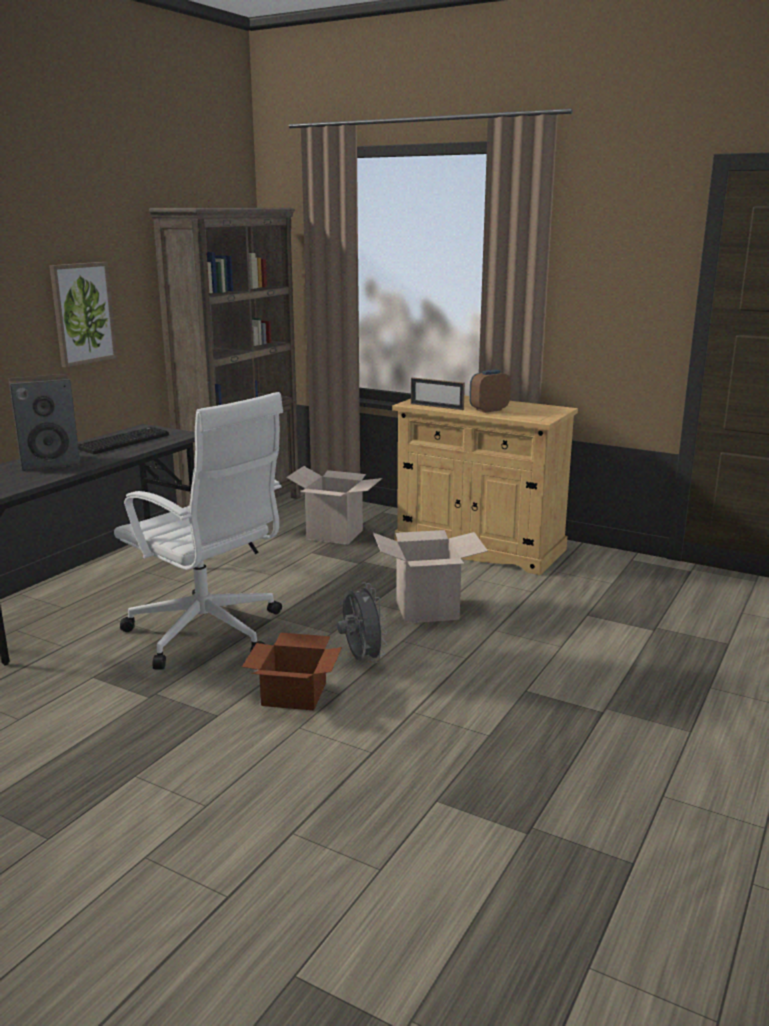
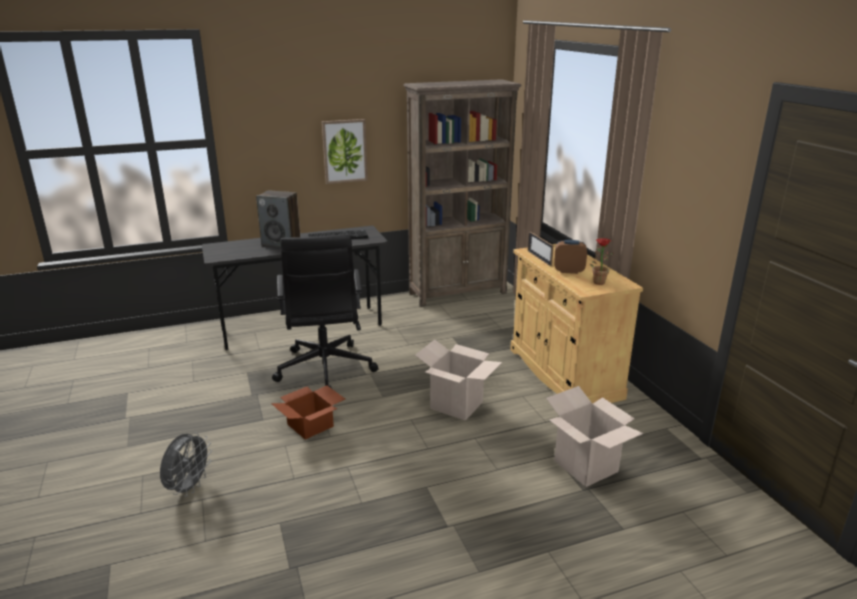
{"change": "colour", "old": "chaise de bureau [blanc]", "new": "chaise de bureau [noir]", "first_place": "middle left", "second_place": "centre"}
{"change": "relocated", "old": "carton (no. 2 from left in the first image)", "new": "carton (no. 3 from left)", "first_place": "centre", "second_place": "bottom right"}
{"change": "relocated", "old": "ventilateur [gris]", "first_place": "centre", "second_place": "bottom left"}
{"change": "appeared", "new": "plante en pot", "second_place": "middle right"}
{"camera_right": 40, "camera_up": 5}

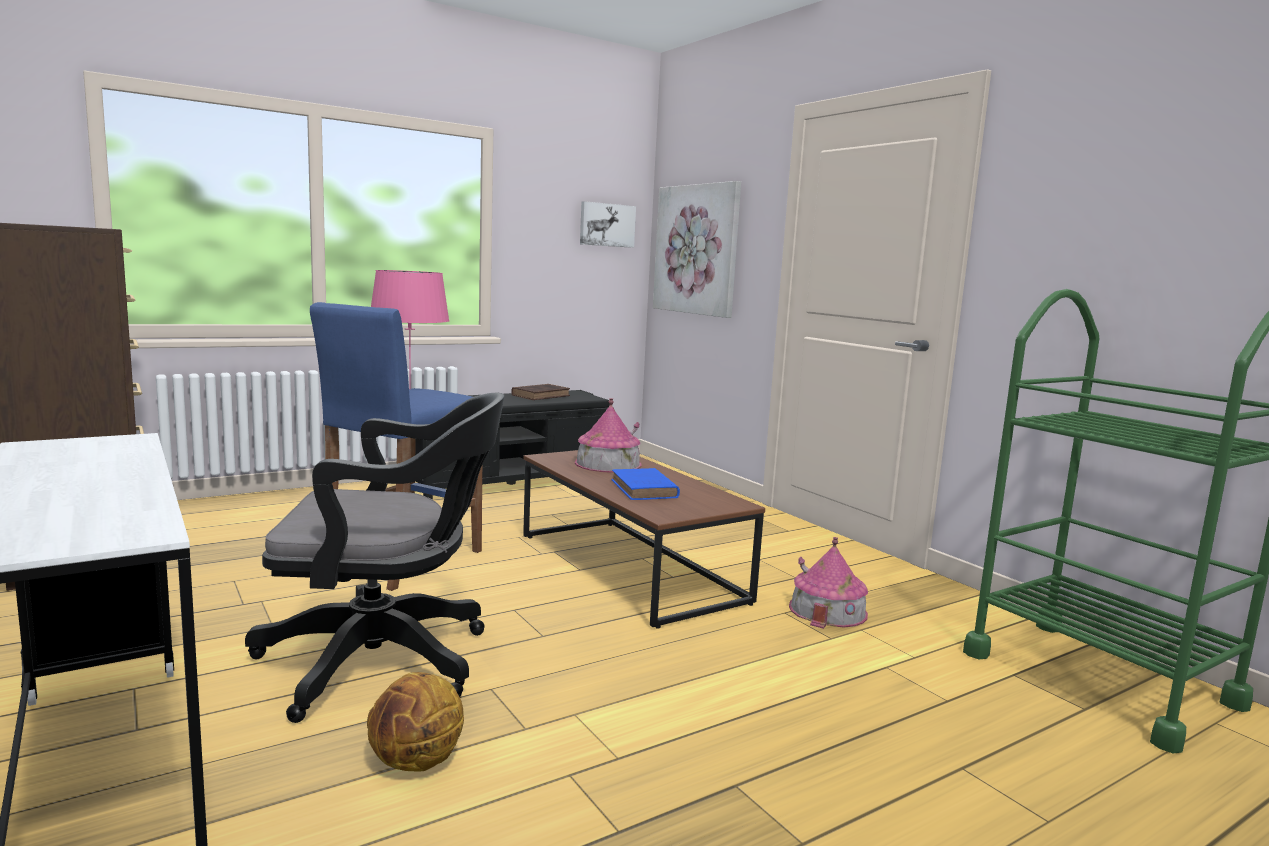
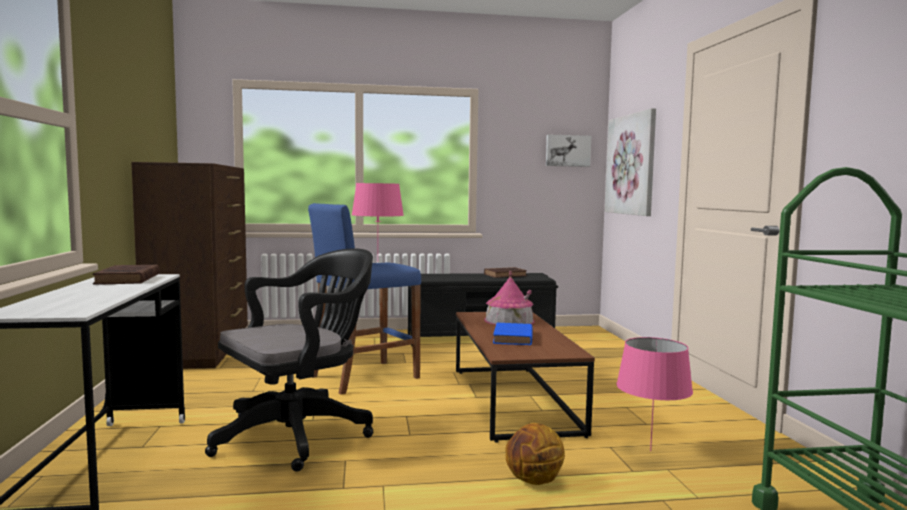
{"change": "spun", "old": "chaise de bureau [noir]", "first_place": "middle left", "second_place": "bottom left", "degrees": -60}
{"change": "relocated", "old": "ballon de basket", "first_place": "bottom left", "second_place": "bottom centre"}
{"change": "exchanged", "old": "maison miniature (no. 2 from left)", "new": "lampe de table [rose] (no. 2 from left)", "first_place": "bottom centre", "second_place": "bottom right"}
{"change": "appeared", "new": "livre [marron] (no. 1 from left)", "second_place": "middle left"}
{"camera_right": 25, "camera_up": -5}

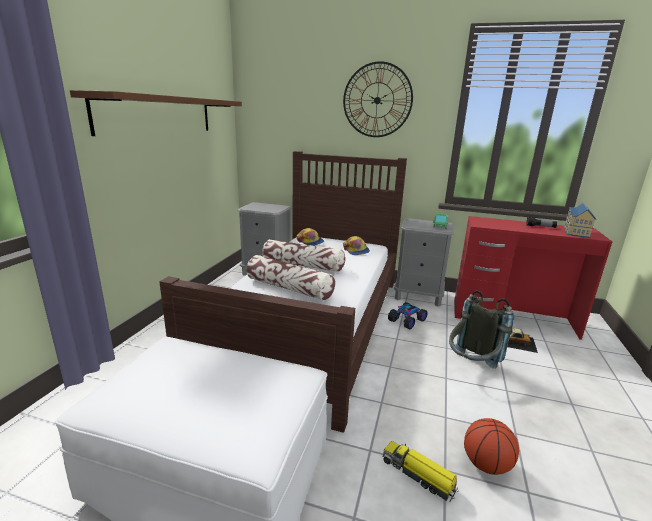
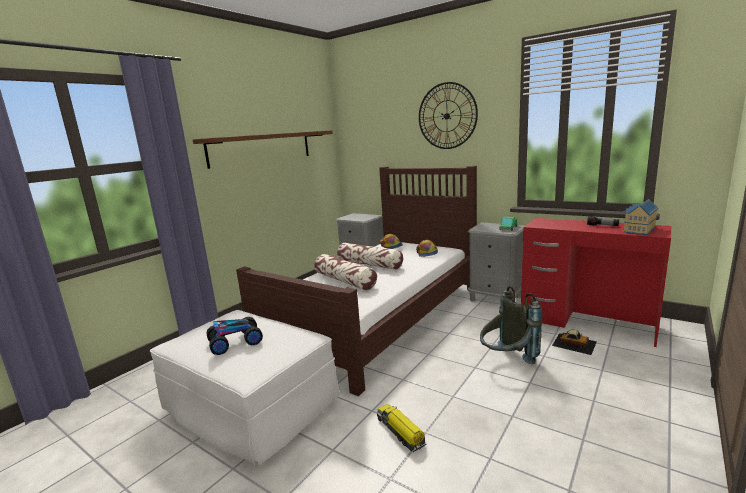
{"change": "relocated", "old": "petite voiture (no. 1 from left)", "first_place": "centre", "second_place": "bottom left"}
{"change": "missing", "old": "ballon de basket", "first_place": "bottom right"}
{"camera_right": 20, "camera_up": -5}

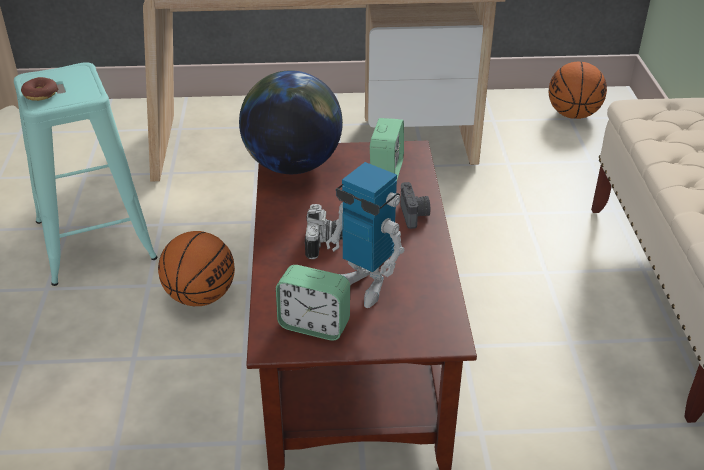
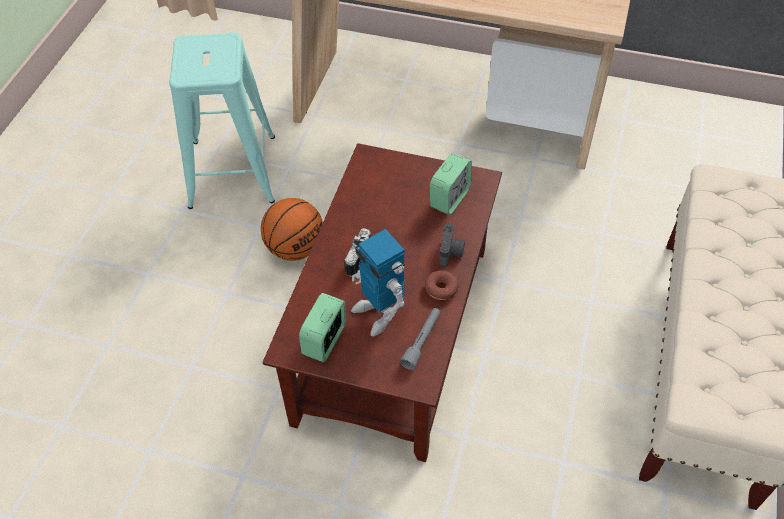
{"change": "relocated", "old": "beignet", "first_place": "top left", "second_place": "centre"}
{"change": "missing", "old": "globe", "first_place": "top centre"}
{"change": "spun", "old": "réveil (no. 1 from left)", "first_place": "centre", "second_place": "centre", "degrees": 75}
{"change": "missing", "old": "ballon de basket (no. 2 from left)", "first_place": "top right"}
{"change": "appeared", "new": "lampe de poche [gris]", "second_place": "centre"}
{"camera_right": 20, "camera_up": 15}

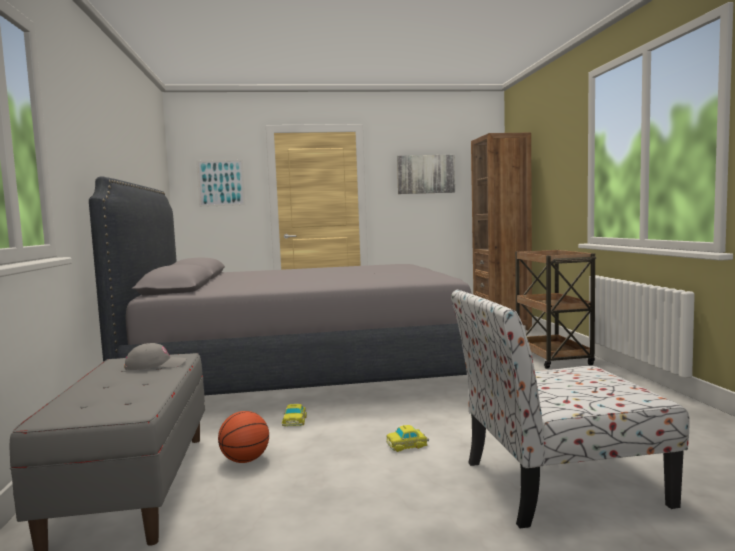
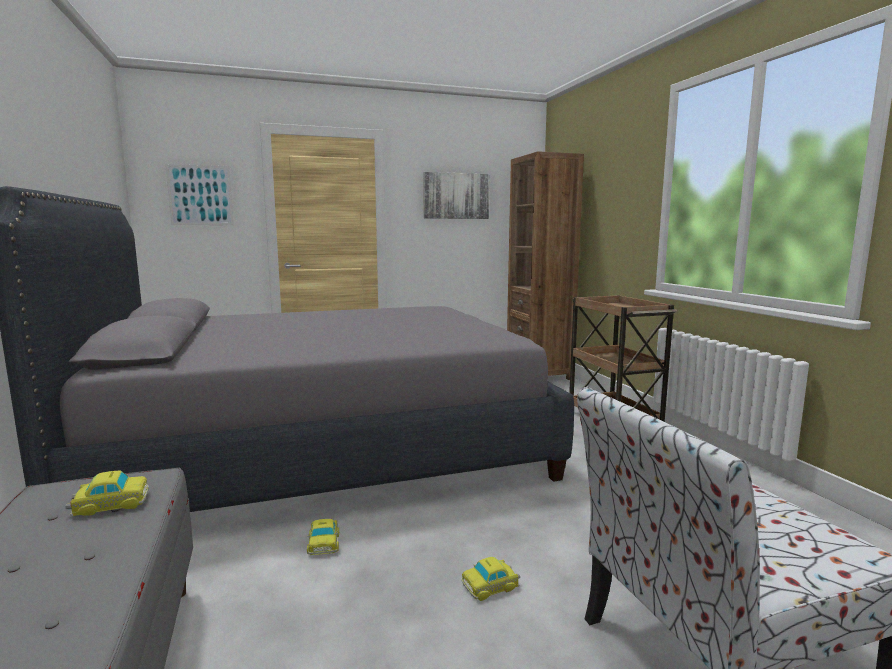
{"change": "exchanged", "old": "casquette [gris]", "new": "petite voiture (no. 1 from left)", "first_place": "middle left", "second_place": "bottom left"}
{"change": "missing", "old": "ballon de basket", "first_place": "bottom left"}
{"camera_right": -10, "camera_up": 5}

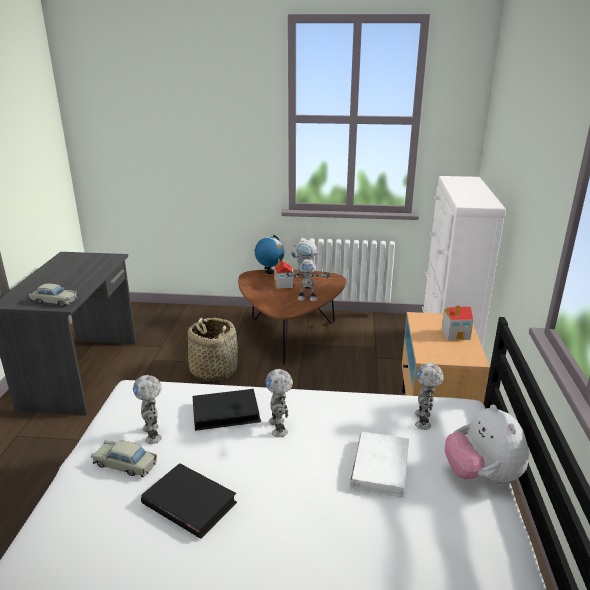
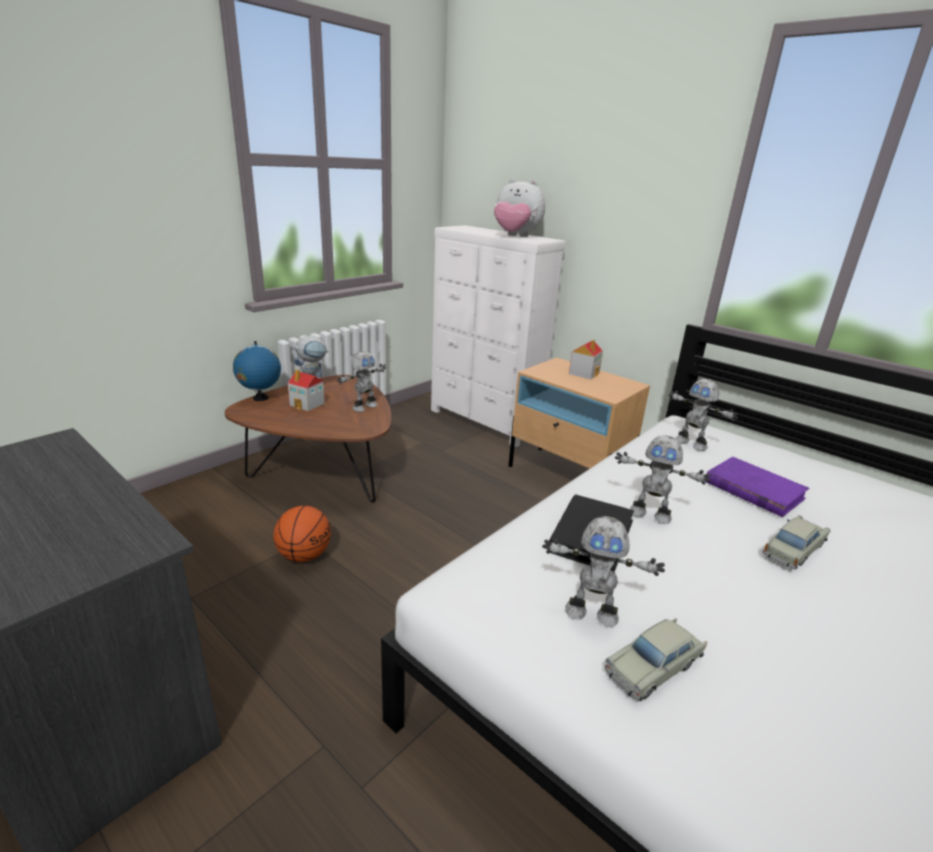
{"change": "relocated", "old": "petite voiture [beige] (no. 1 from left in the first image)", "new": "petite voiture [beige] (no. 2 from left)", "first_place": "middle left", "second_place": "middle right"}
{"change": "missing", "old": "livre [noir] (no. 1 from left)", "first_place": "bottom left"}
{"change": "exchanged", "old": "panier", "new": "ballon de basket", "first_place": "centre", "second_place": "middle left"}
{"change": "colour", "old": "livre [blanc]", "new": "livre [violet]", "first_place": "bottom centre", "second_place": "middle right"}
{"change": "relocated", "old": "peluche", "first_place": "bottom right", "second_place": "top centre"}
{"camera_right": -55, "camera_up": 0}

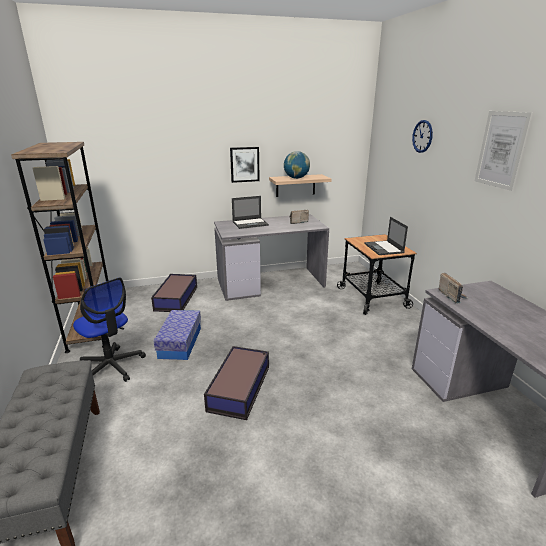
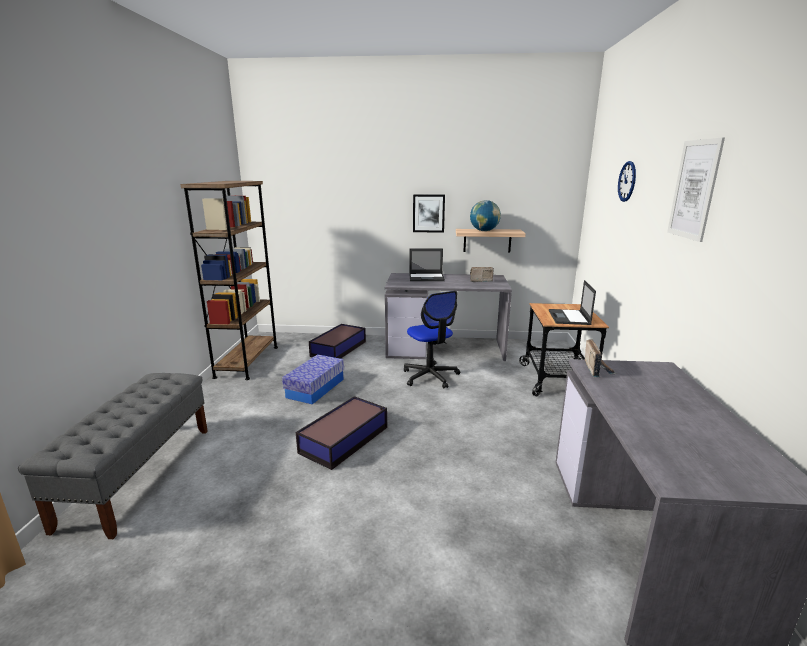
{"change": "relocated", "old": "chaise de bureau", "first_place": "middle left", "second_place": "centre"}
{"camera_right": 20, "camera_up": -5}

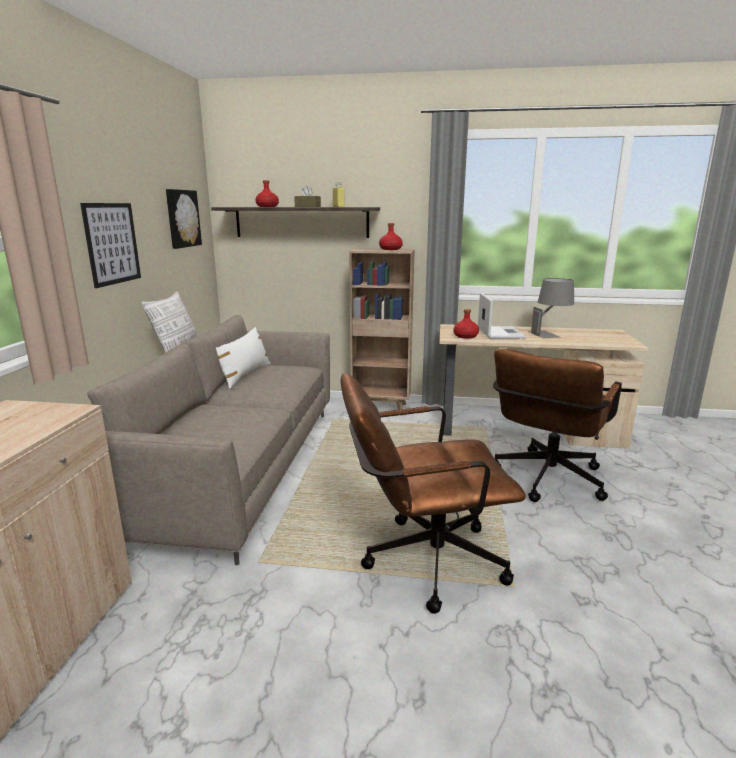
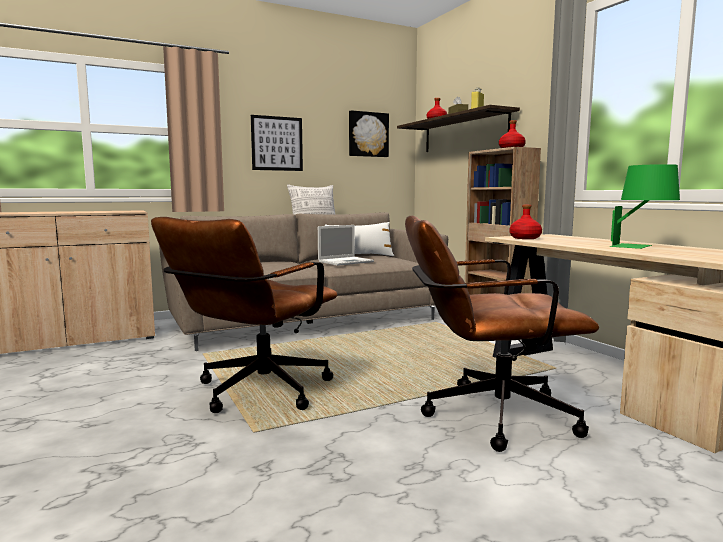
{"change": "spun", "old": "chaise de bureau [marron] (no. 1 from left)", "first_place": "centre", "second_place": "centre", "degrees": -105}
{"change": "relocated", "old": "ordinateur portable", "first_place": "middle right", "second_place": "centre"}
{"change": "colour", "old": "lampe de table [gris]", "new": "lampe de table [vert]", "first_place": "middle right", "second_place": "middle right"}
{"camera_right": 55, "camera_up": -10}

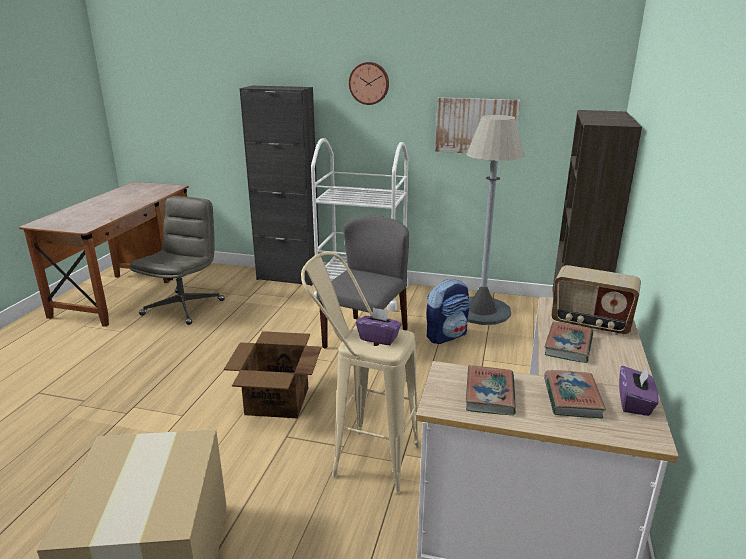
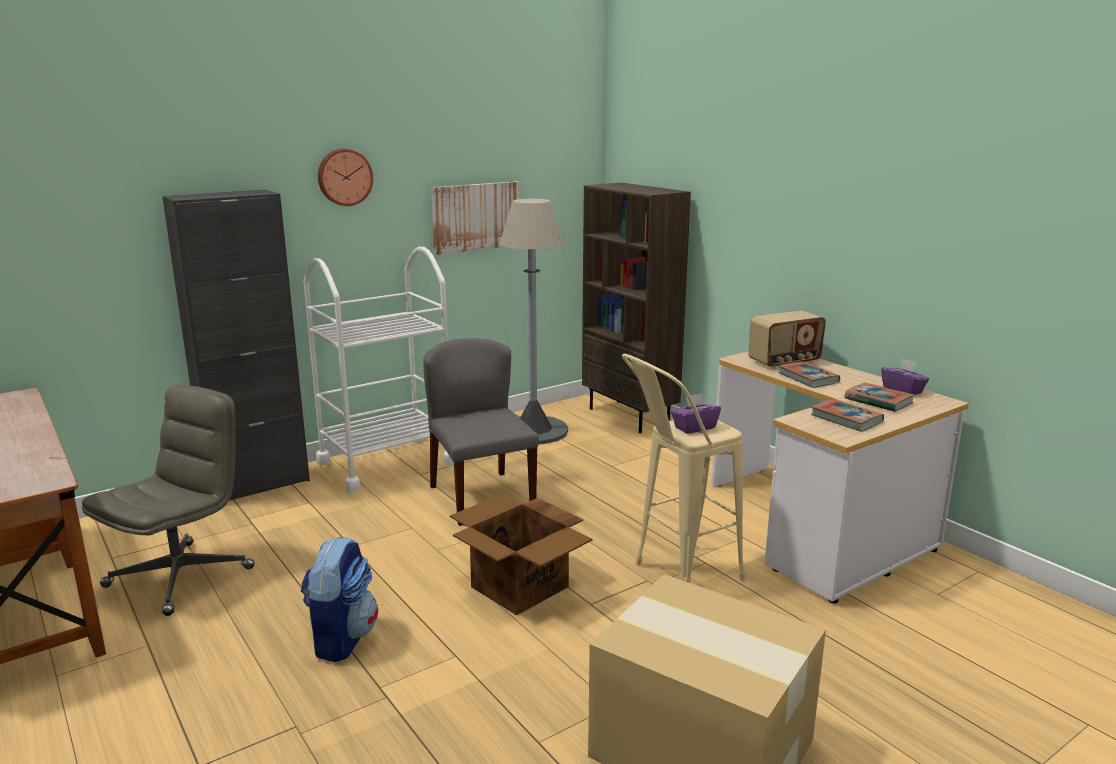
{"change": "spun", "old": "chaise de bureau [gris]", "first_place": "middle left", "second_place": "middle left", "degrees": 60}
{"change": "relocated", "old": "sac à dos", "first_place": "centre", "second_place": "bottom left"}
{"camera_right": -50, "camera_up": -5}

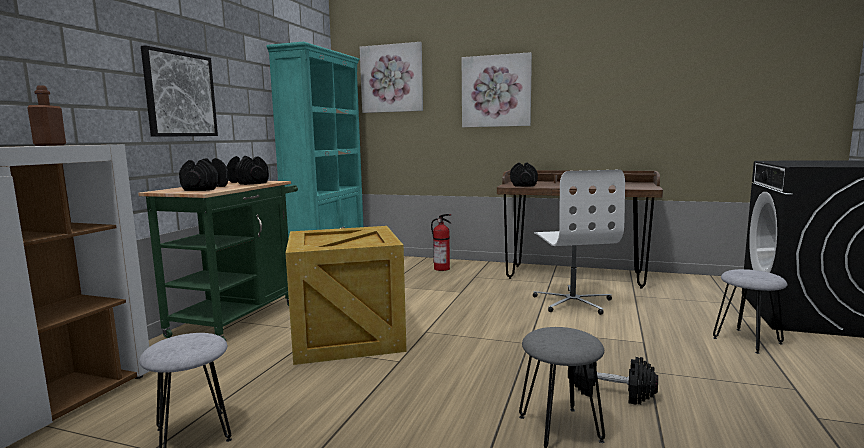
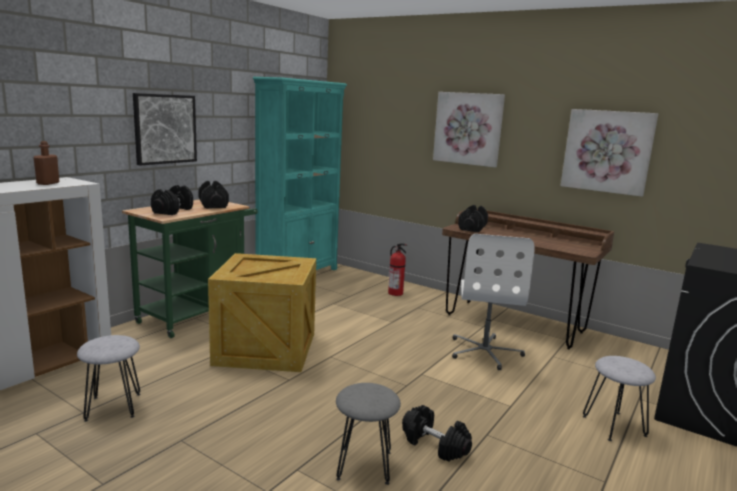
{"change": "relocated", "old": "tableau (no. 2 from left in the first image)", "new": "tableau (no. 3 from left)", "first_place": "top centre", "second_place": "top right"}
{"camera_right": 15, "camera_up": 5}

